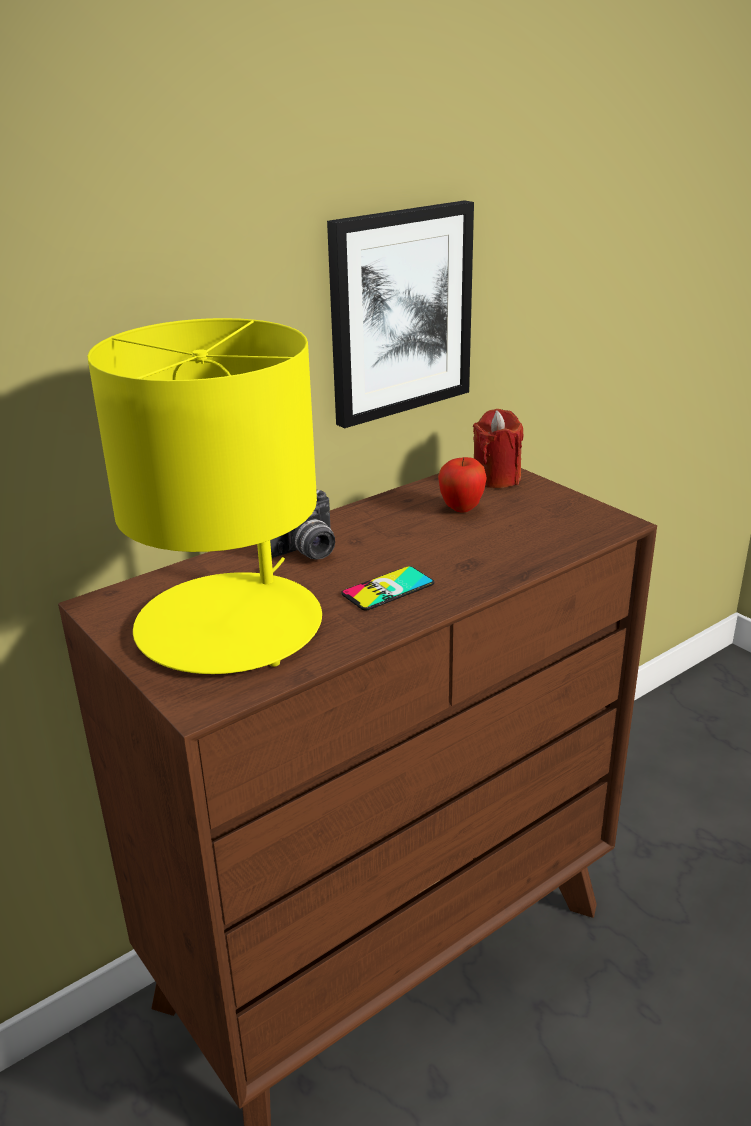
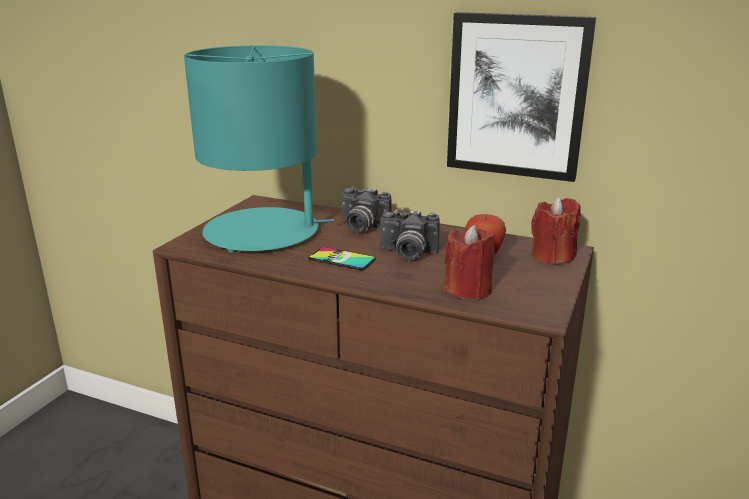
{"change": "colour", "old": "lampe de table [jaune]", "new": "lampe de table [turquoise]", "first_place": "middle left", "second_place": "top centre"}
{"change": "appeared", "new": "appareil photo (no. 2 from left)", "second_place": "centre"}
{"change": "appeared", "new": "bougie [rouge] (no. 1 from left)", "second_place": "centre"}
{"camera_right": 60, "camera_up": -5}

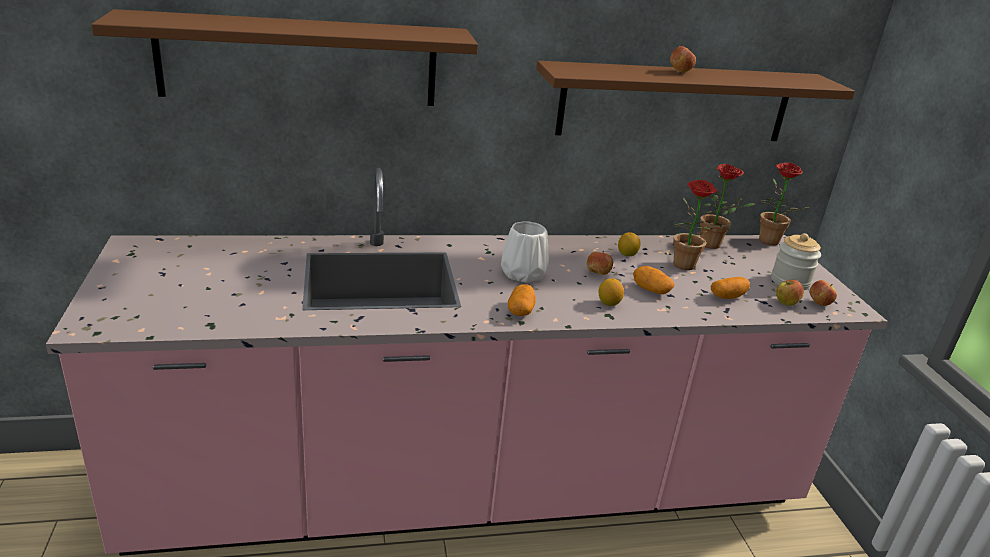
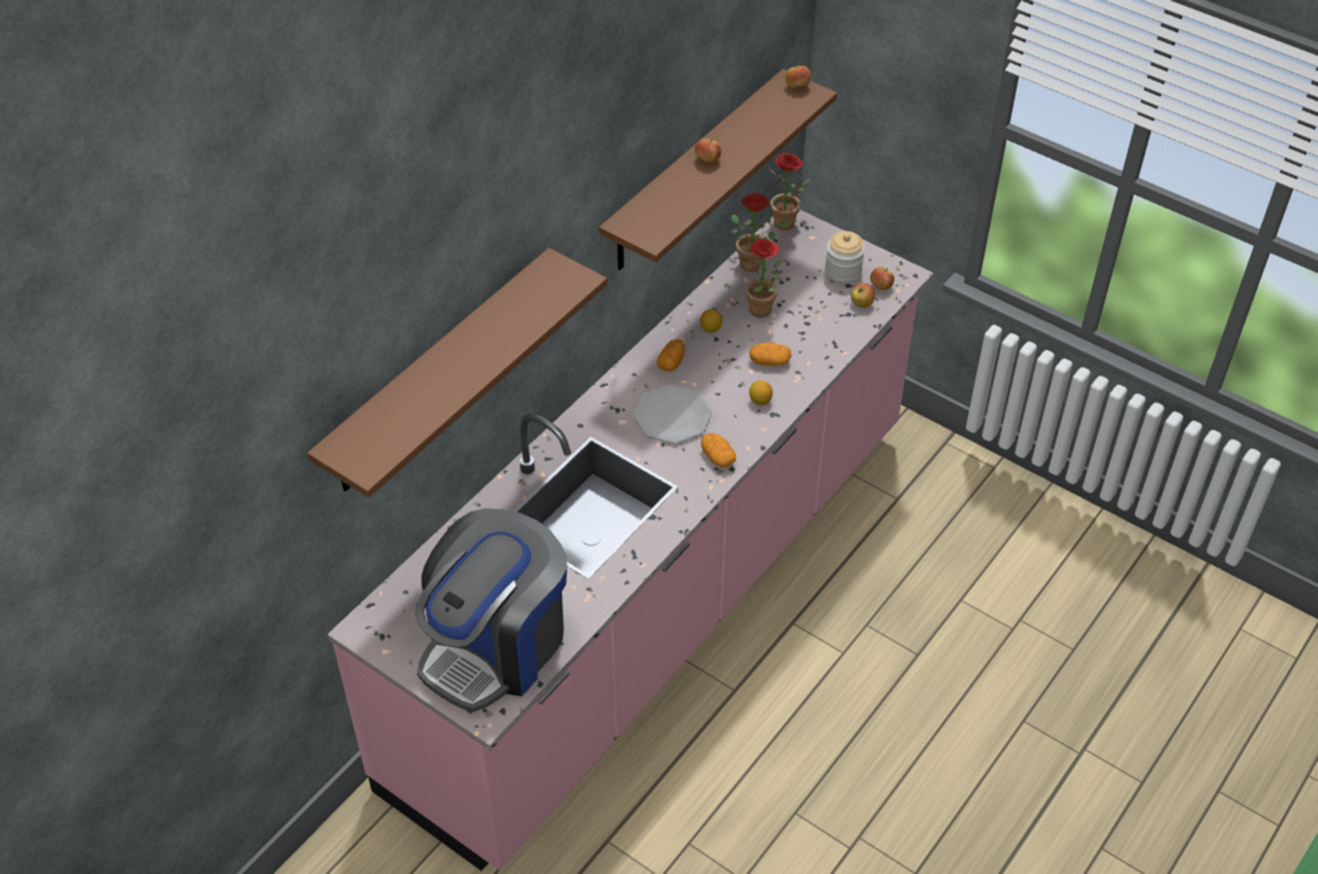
{"change": "exchanged", "old": "vase [blanc]", "new": "assiette", "first_place": "centre", "second_place": "centre"}
{"change": "relocated", "old": "pomme (no. 1 from left in the first image)", "new": "pomme (no. 2 from left)", "first_place": "centre", "second_place": "top centre"}
{"change": "relocated", "old": "pomme de terre (no. 3 from left in the first image)", "new": "pomme de terre (no. 1 from left)", "first_place": "middle right", "second_place": "centre"}
{"change": "appeared", "new": "machine à café", "second_place": "bottom centre"}
{"camera_right": -40, "camera_up": 20}

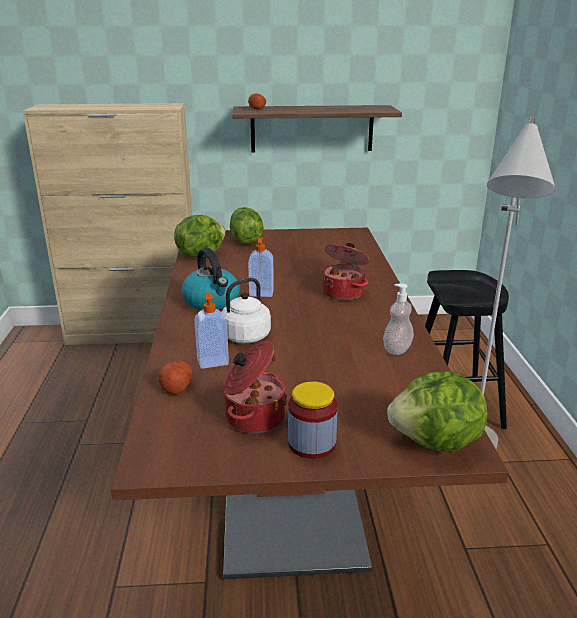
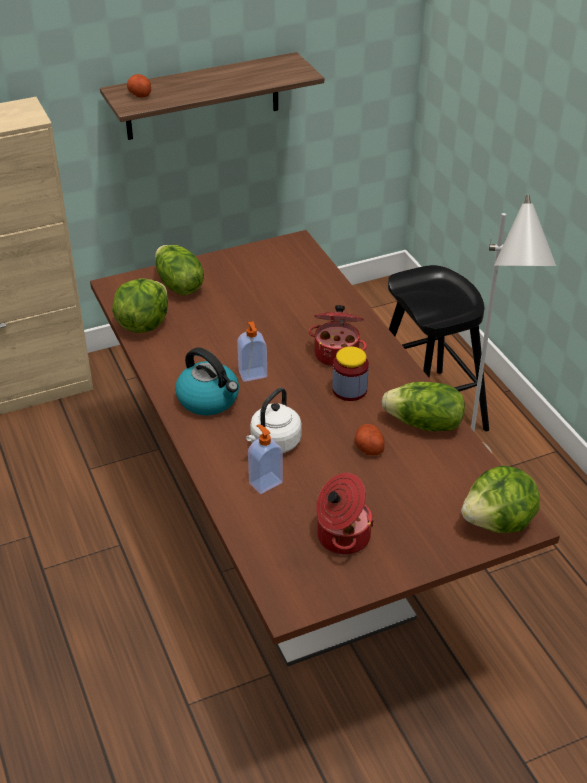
{"change": "relocated", "old": "pomme de terre (no. 1 from left in the first image)", "new": "pomme de terre (no. 2 from left)", "first_place": "middle left", "second_place": "centre"}
{"change": "relocated", "old": "bocal", "first_place": "bottom centre", "second_place": "centre"}
{"change": "exchanged", "old": "distributeur de savon (no. 3 from left)", "new": "laitue (no. 3 from left)", "first_place": "middle right", "second_place": "middle right"}
{"camera_right": -20, "camera_up": 15}

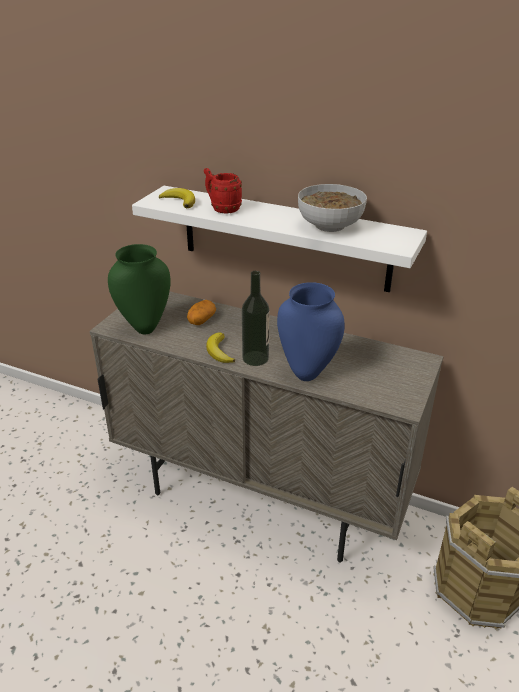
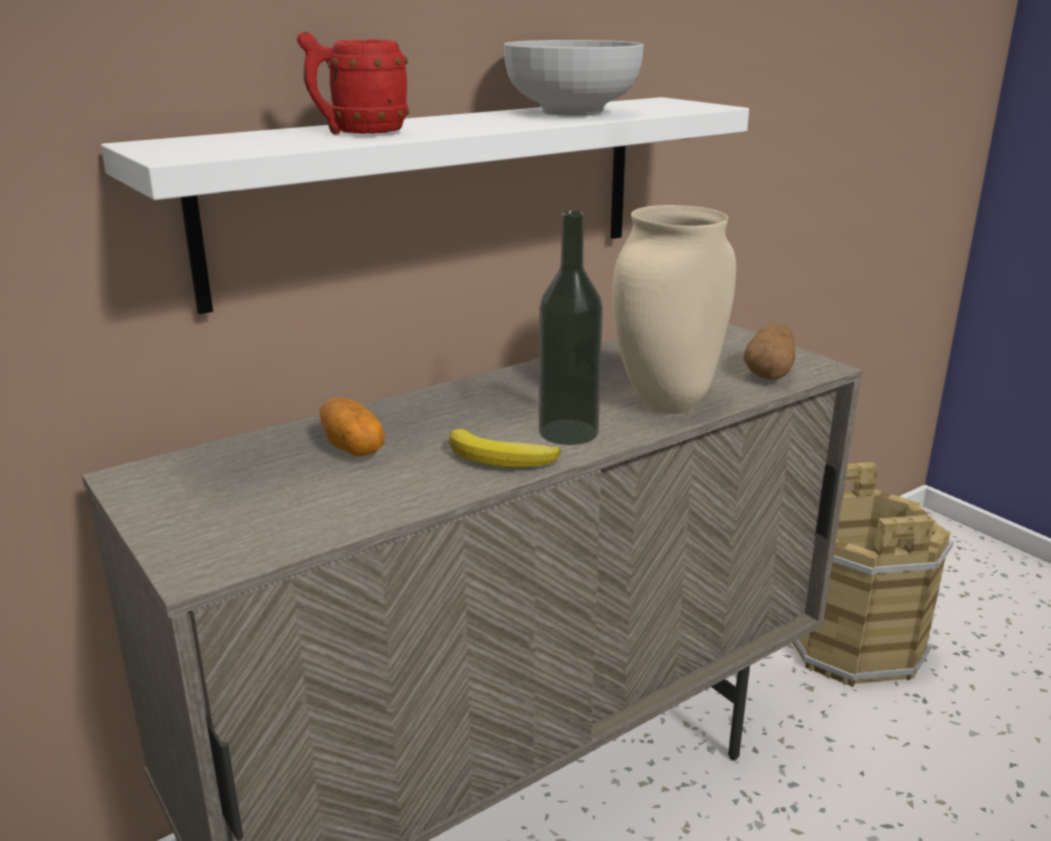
{"change": "missing", "old": "vase [vert]", "first_place": "middle left"}
{"change": "missing", "old": "banane (no. 1 from left)", "first_place": "top centre"}
{"change": "colour", "old": "vase [bleu]", "new": "vase [beige]", "first_place": "centre", "second_place": "centre"}
{"change": "appeared", "new": "pomme de terre (no. 2 from left)", "second_place": "middle right"}
{"camera_right": -60, "camera_up": -10}

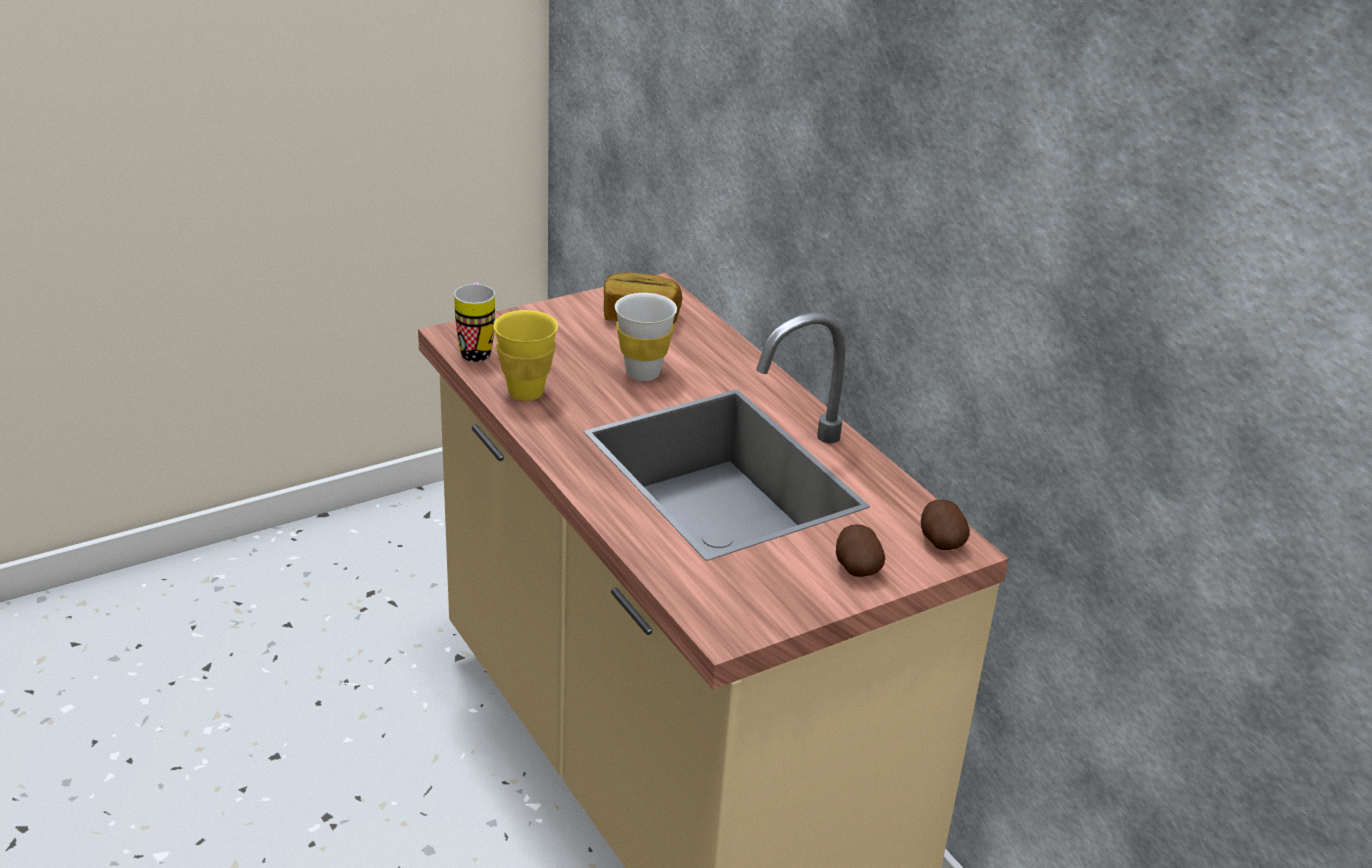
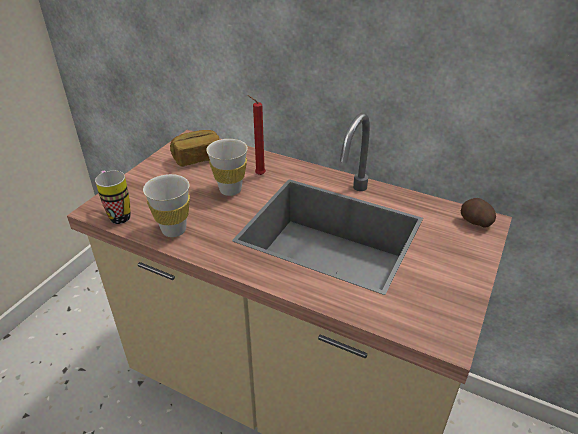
{"change": "colour", "old": "tasse [jaune]", "new": "tasse [blanc] (no. 1 from left)", "first_place": "centre", "second_place": "middle left"}
{"change": "missing", "old": "pomme de terre (no. 1 from left)", "first_place": "centre"}
{"change": "appeared", "new": "bougie [rouge]", "second_place": "top centre"}
{"camera_right": -30, "camera_up": 5}

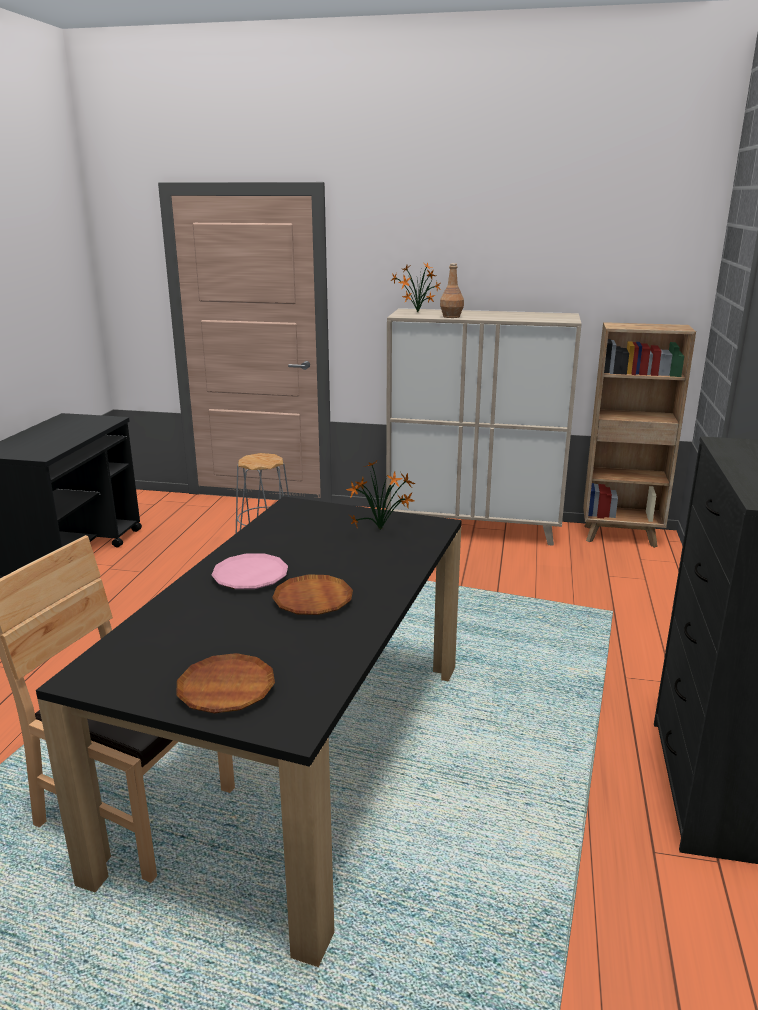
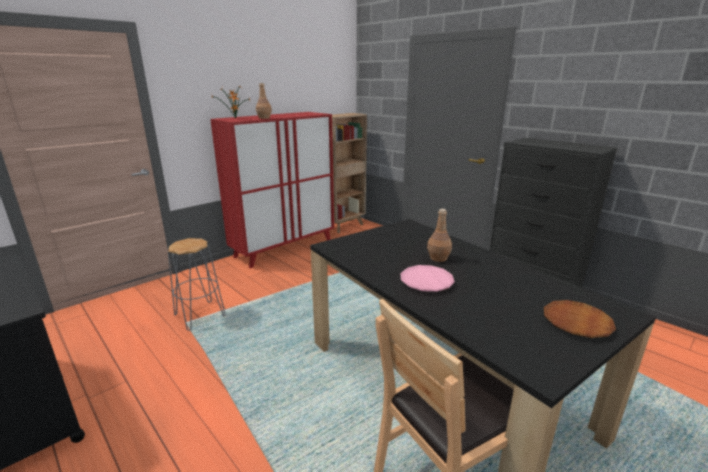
{"change": "missing", "old": "assiette [marron] (no. 2 from left)", "first_place": "centre"}
{"change": "missing", "old": "plante en pot (no. 1 from left)", "first_place": "centre"}
{"change": "colour", "old": "meuble de rangement [beige]", "new": "meuble de rangement [rouge]", "first_place": "centre", "second_place": "centre"}
{"change": "appeared", "new": "bouteille [marron] (no. 2 from left)", "second_place": "centre"}
{"camera_right": -55, "camera_up": 0}

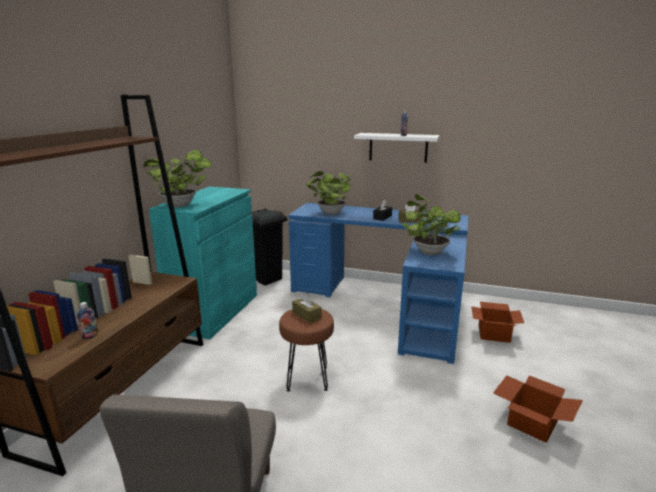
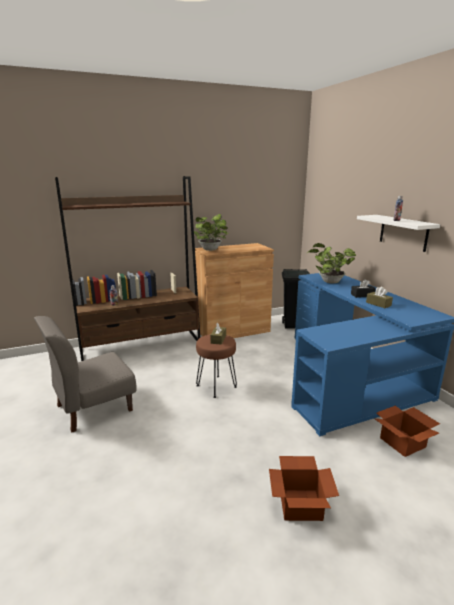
{"change": "colour", "old": "meuble de rangement [turquoise]", "new": "meuble de rangement [marron]", "first_place": "middle left", "second_place": "centre"}
{"change": "missing", "old": "plante en pot (no. 3 from left)", "first_place": "centre"}
{"camera_right": 50, "camera_up": 0}

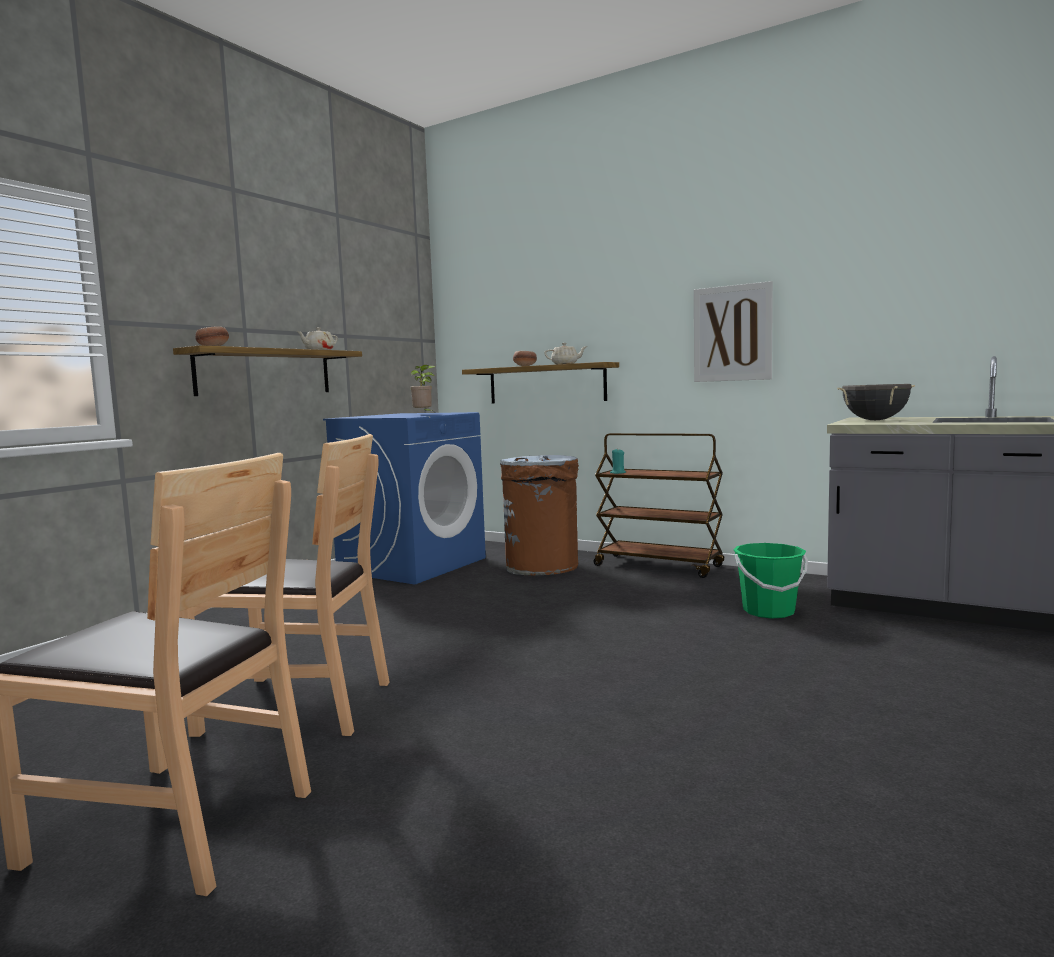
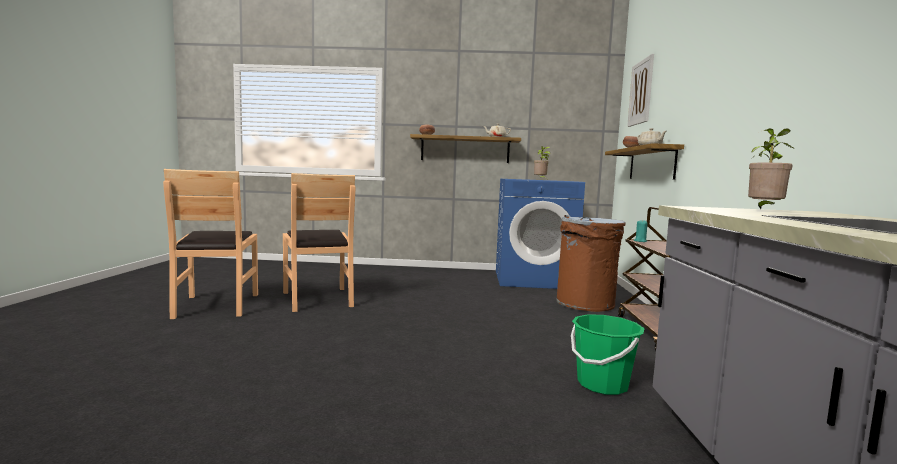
{"change": "relocated", "old": "tableau", "first_place": "middle right", "second_place": "top right"}
{"change": "exchanged", "old": "marmite [noir]", "new": "plante en pot (no. 2 from left)", "first_place": "middle right", "second_place": "middle right"}
{"camera_right": 60, "camera_up": 0}

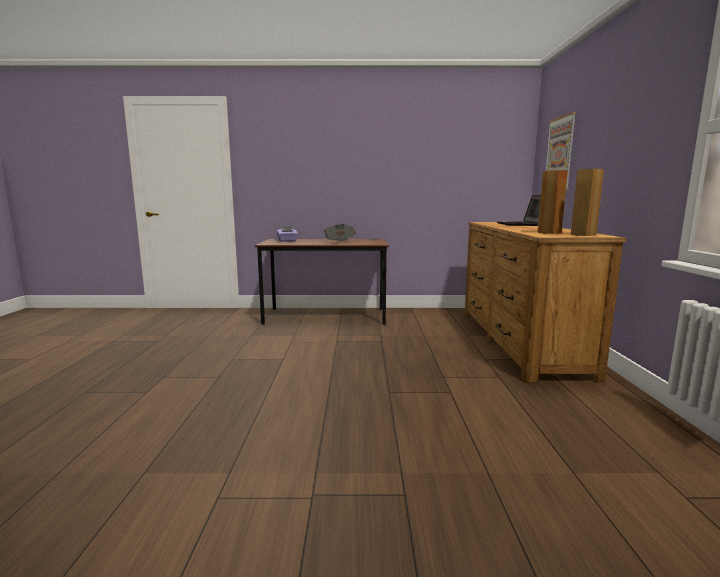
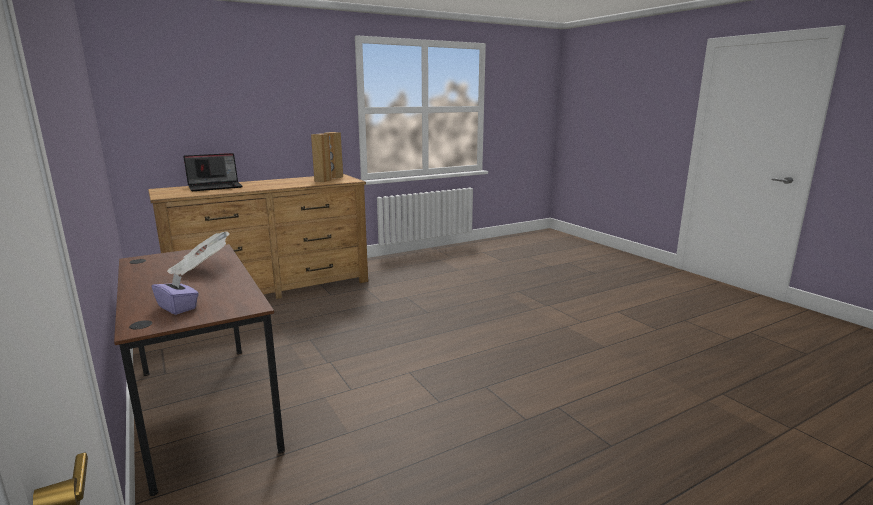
{"change": "missing", "old": "tableau", "first_place": "top right"}
{"camera_right": -120, "camera_up": 5}

